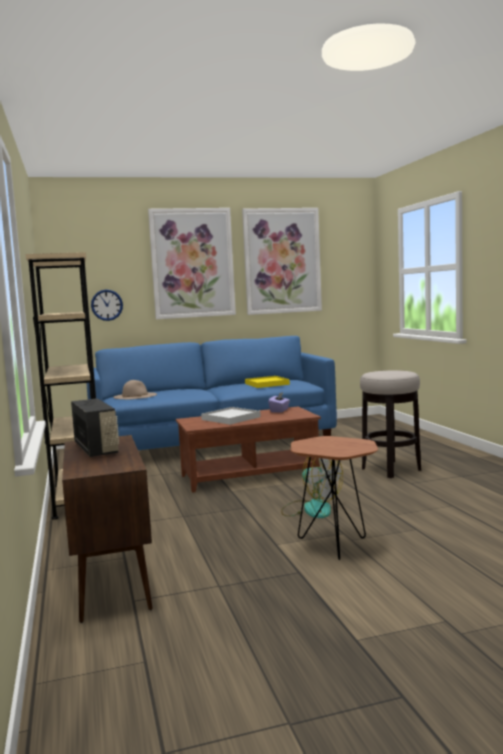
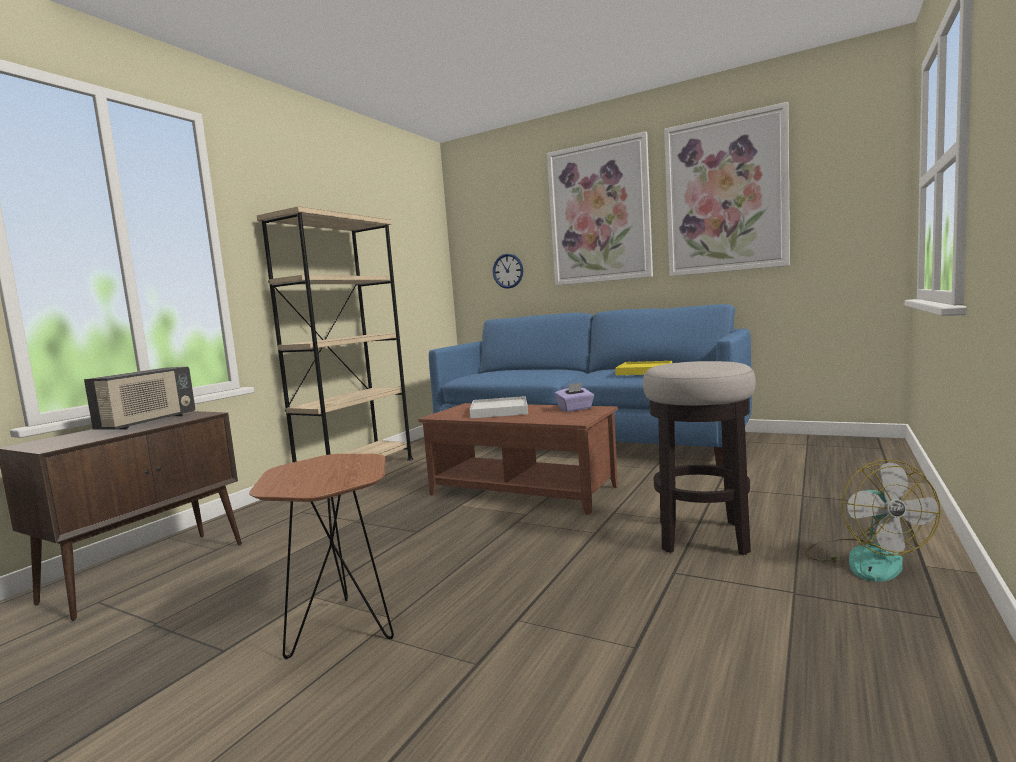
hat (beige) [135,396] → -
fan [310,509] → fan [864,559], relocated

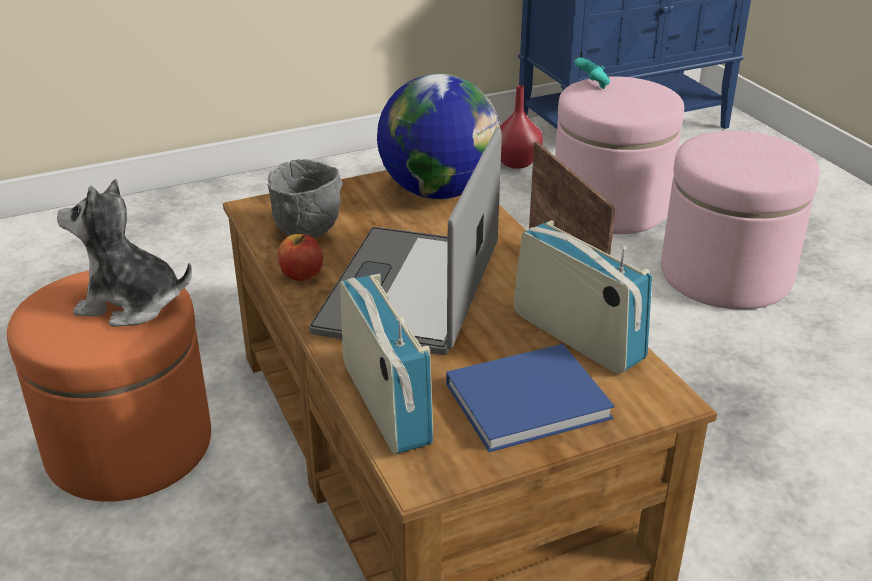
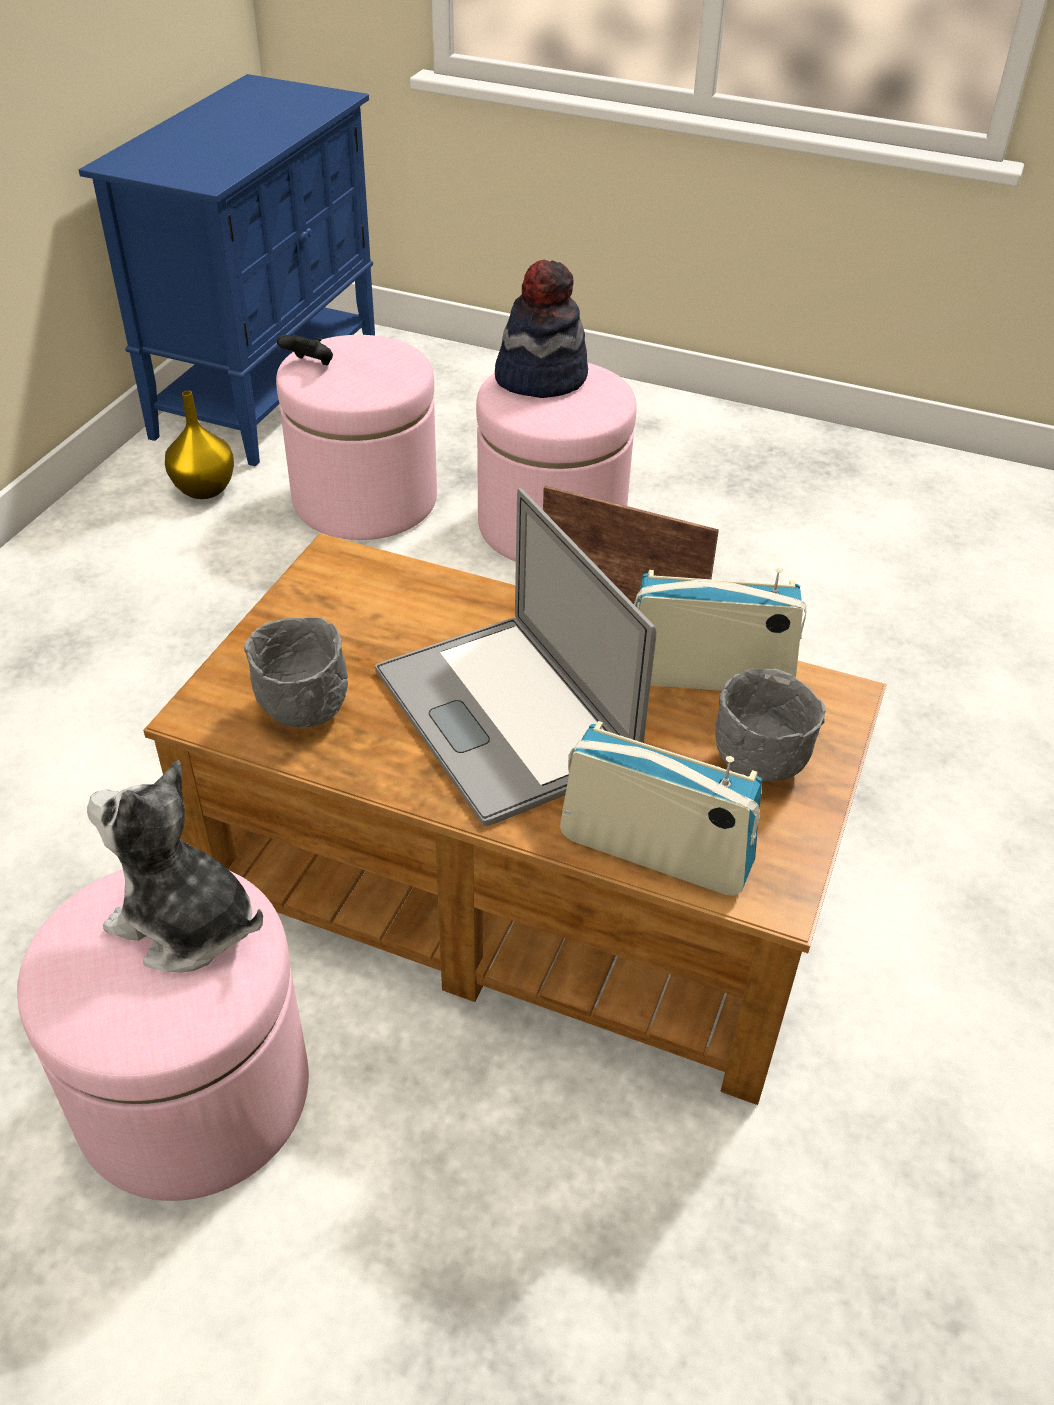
game controller (turquoise) [592,85] → game controller (black) [309,365]
globe [438,191] → -
vase (red) [515,162] → vase (yellow) [203,489]
plush toy [130,304] → plush toy [185,924], 60 degrees clockwise
apple [301,274] → -
ottoman (orange) [129,445] → ottoman (pink) [194,1093]
book (blue) [532,400] → bowl (grey) [757,764]
- → hat [541,377]

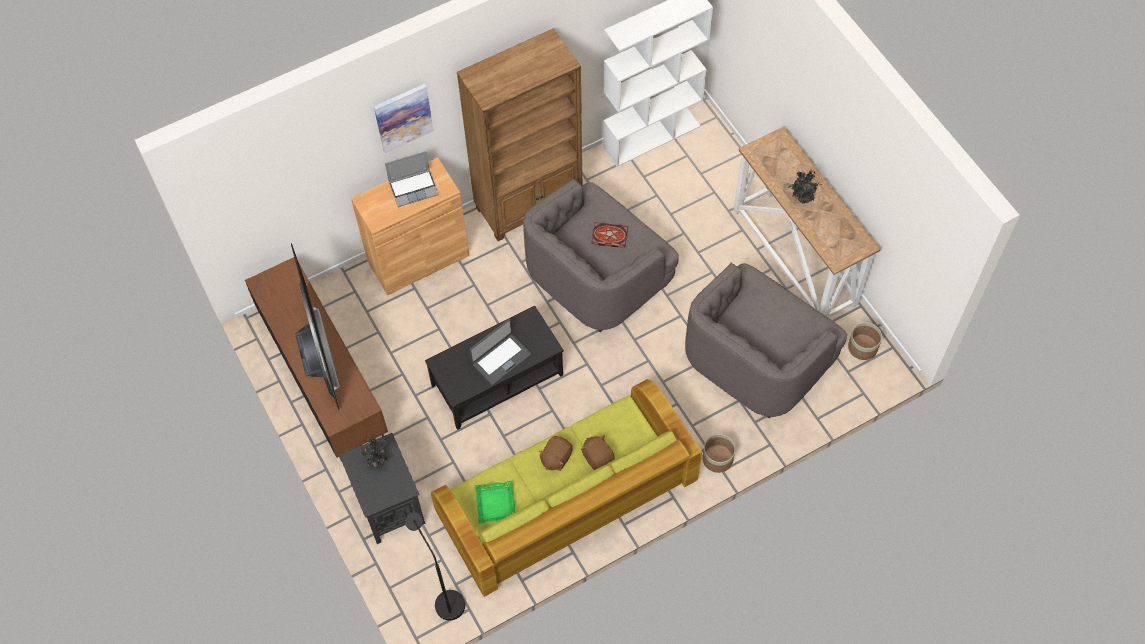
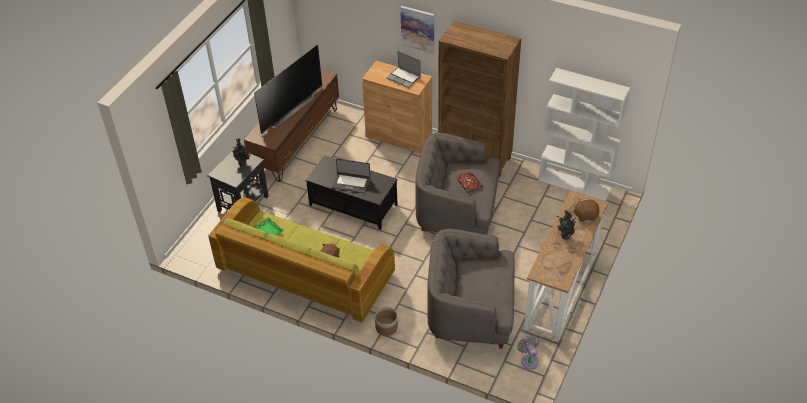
planter [863,347] → fan (grey) [529,360]
plush toy (brown) [556,458] → plush toy (brown) [585,215], relocated
floor lamp (black) [444,599] → -

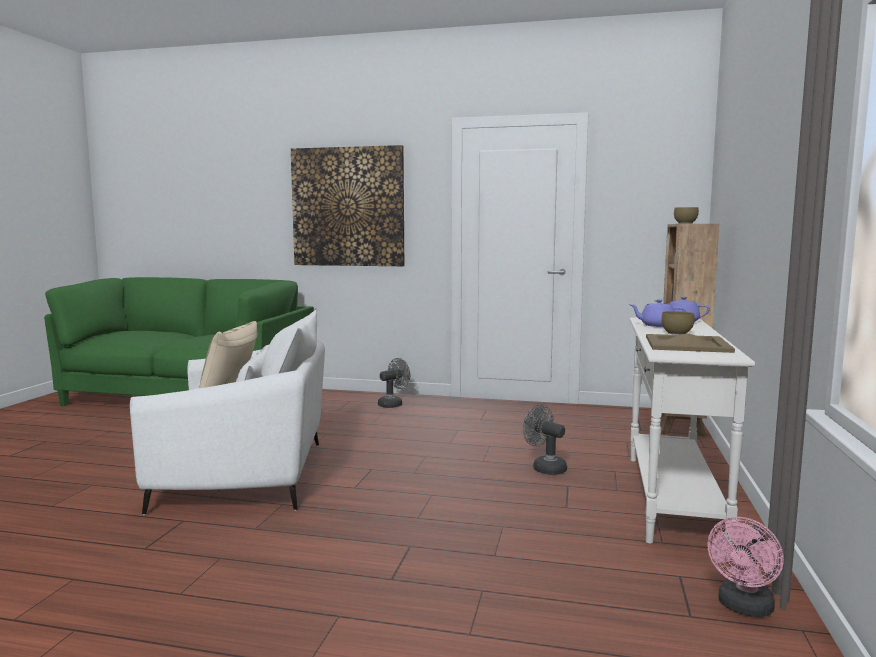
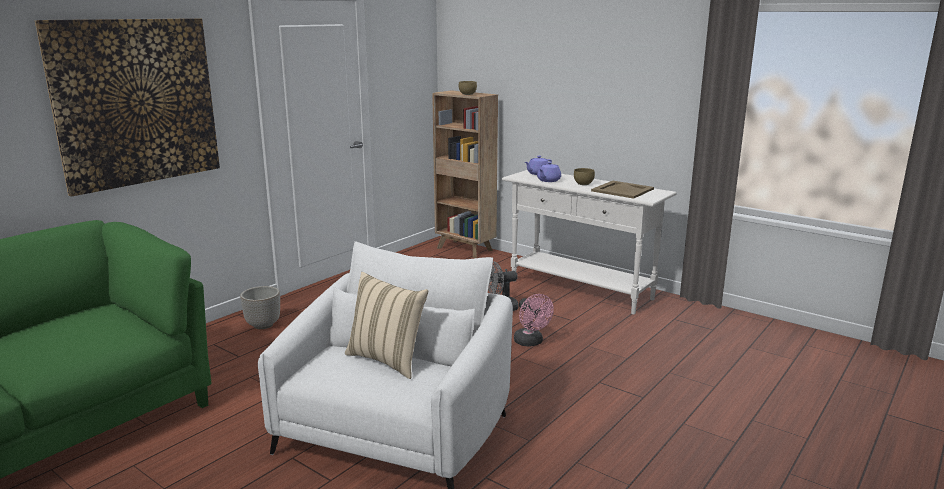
fan (grey) [393,404] → planter [263,325]
fan (pink) [743,608] → fan (pink) [531,342], relocated

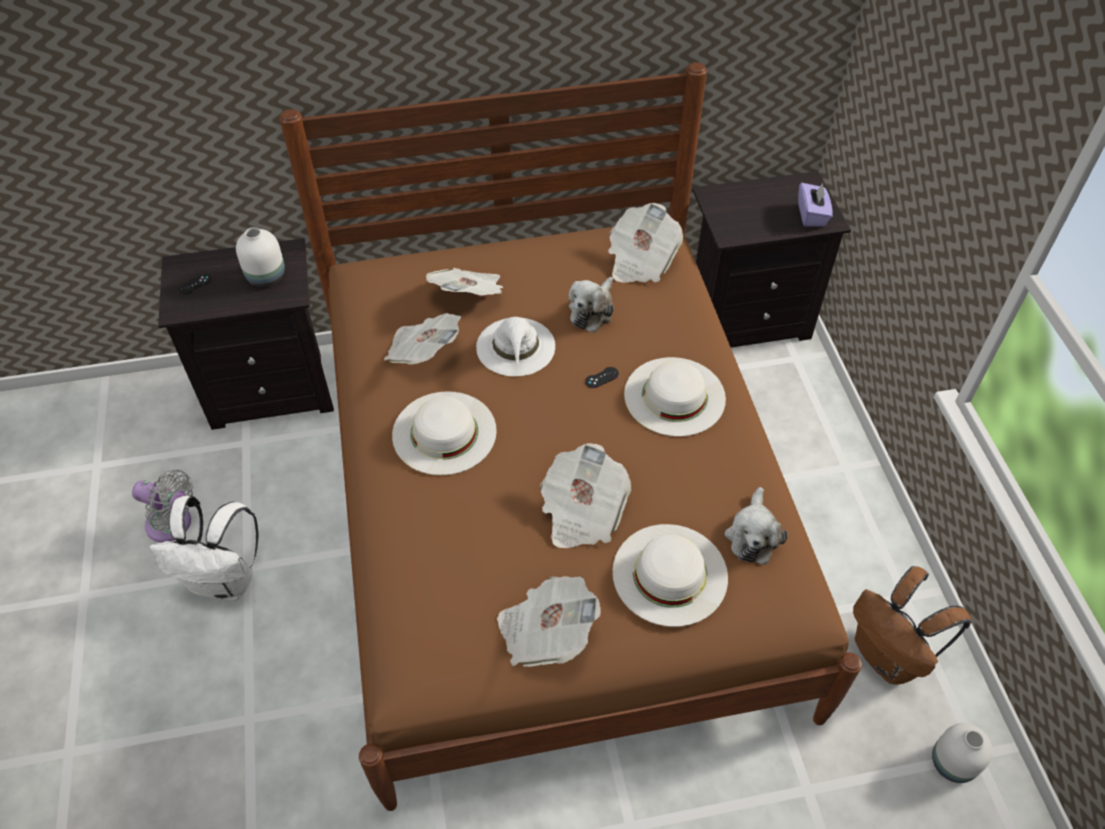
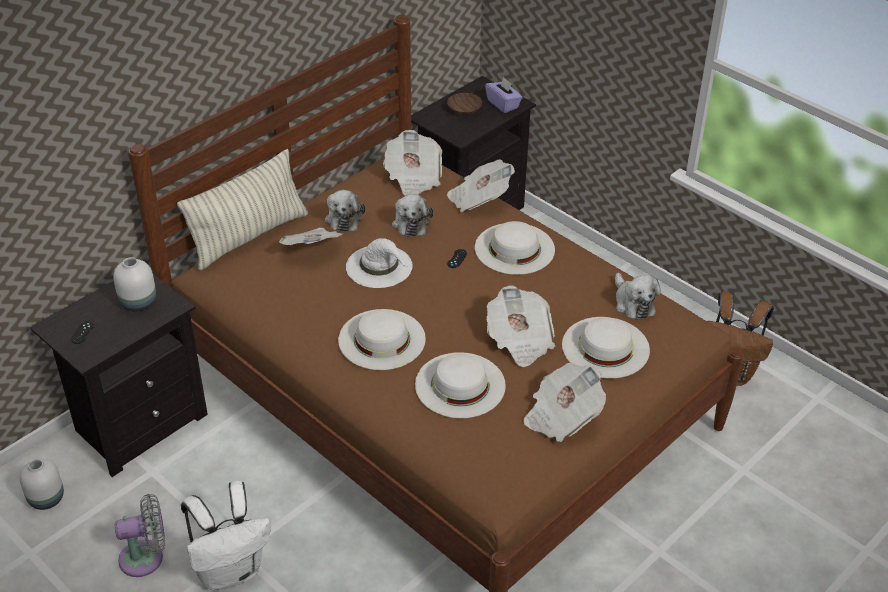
newspaper [423,352] → newspaper [479,199], relocated
vase (white) [953,764] → vase (white) [47,499], relocated
- → bowl (brown) [463,109]
- → pillow [249,237]
- → plush toy [344,218]
- → hat (white) [460,385]

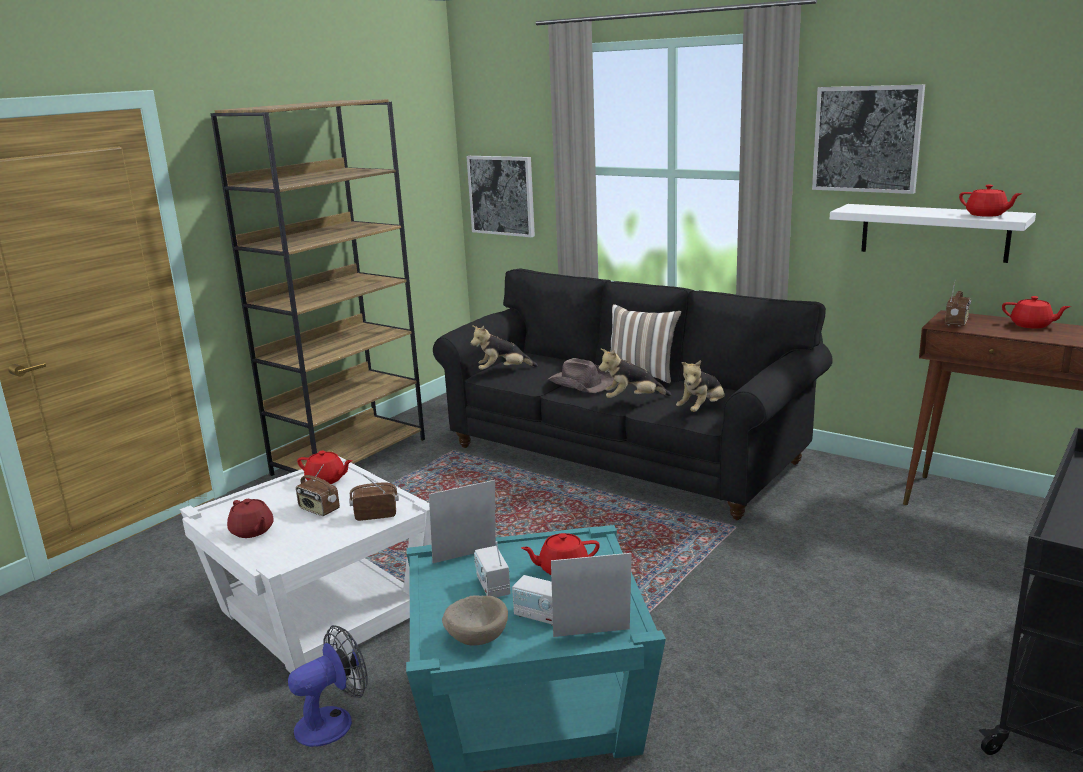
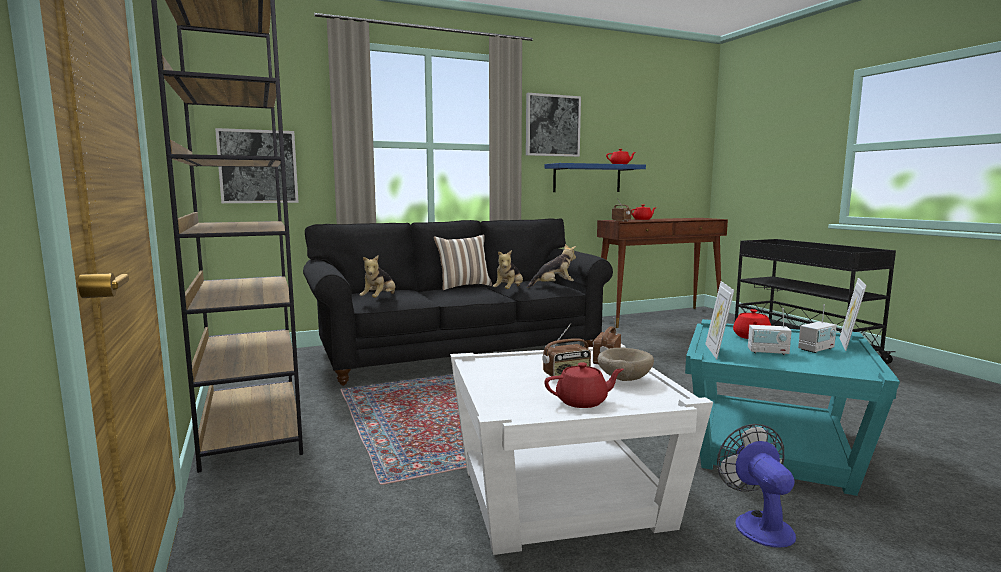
shelf (white) [934,232] → shelf (blue) [587,178]
hat (brown) [581,383] → -
plush toy [702,409] → plush toy [553,286], 90 degrees counterclockwise
teapot (red) [326,480] → -
bowl (beige) [477,636] → bowl (beige) [623,378], relocated

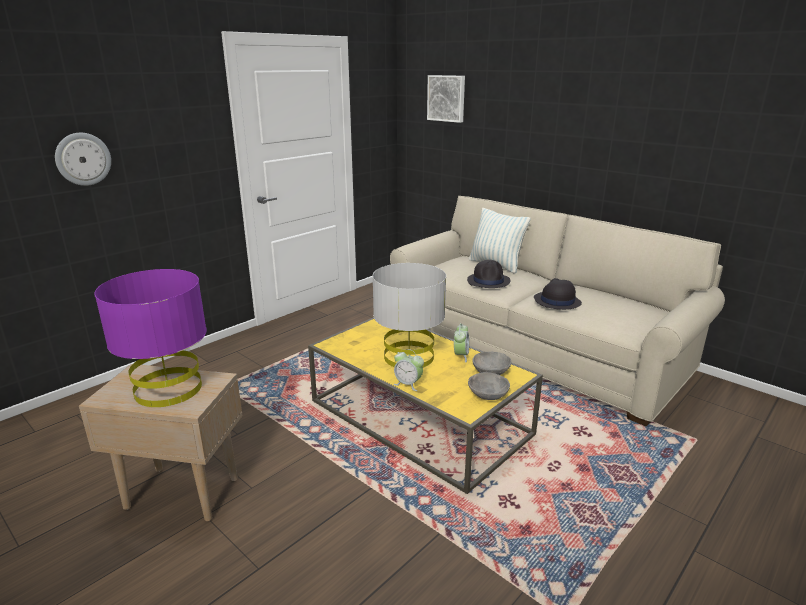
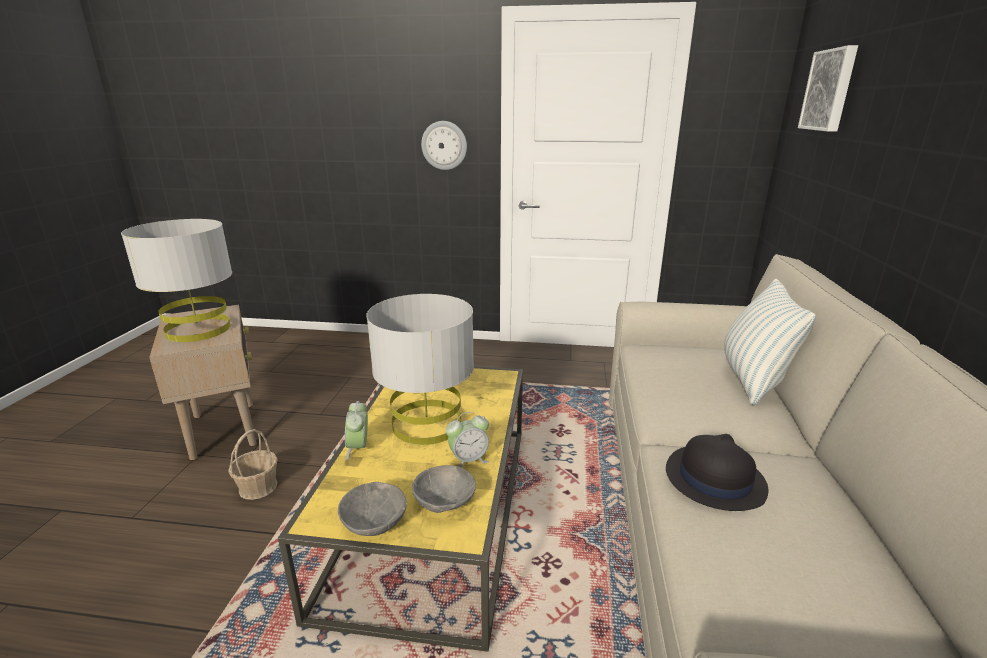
wall clock [83,159] → wall clock [444,145], relocated
hat (black) [488,281] → -
table lamp (purple) [168,389] → table lamp (grey) [198,330]
- → basket [258,487]

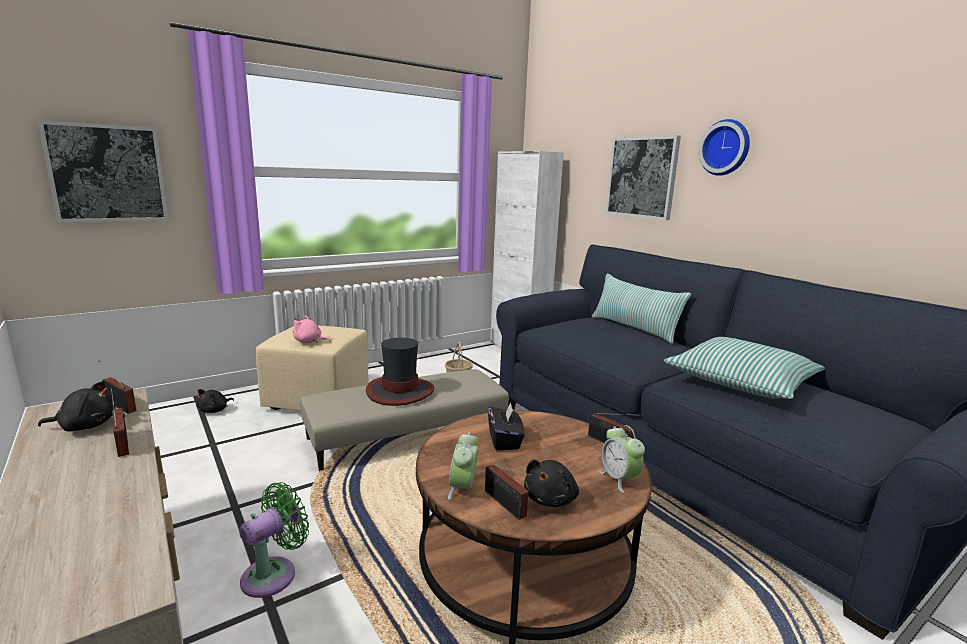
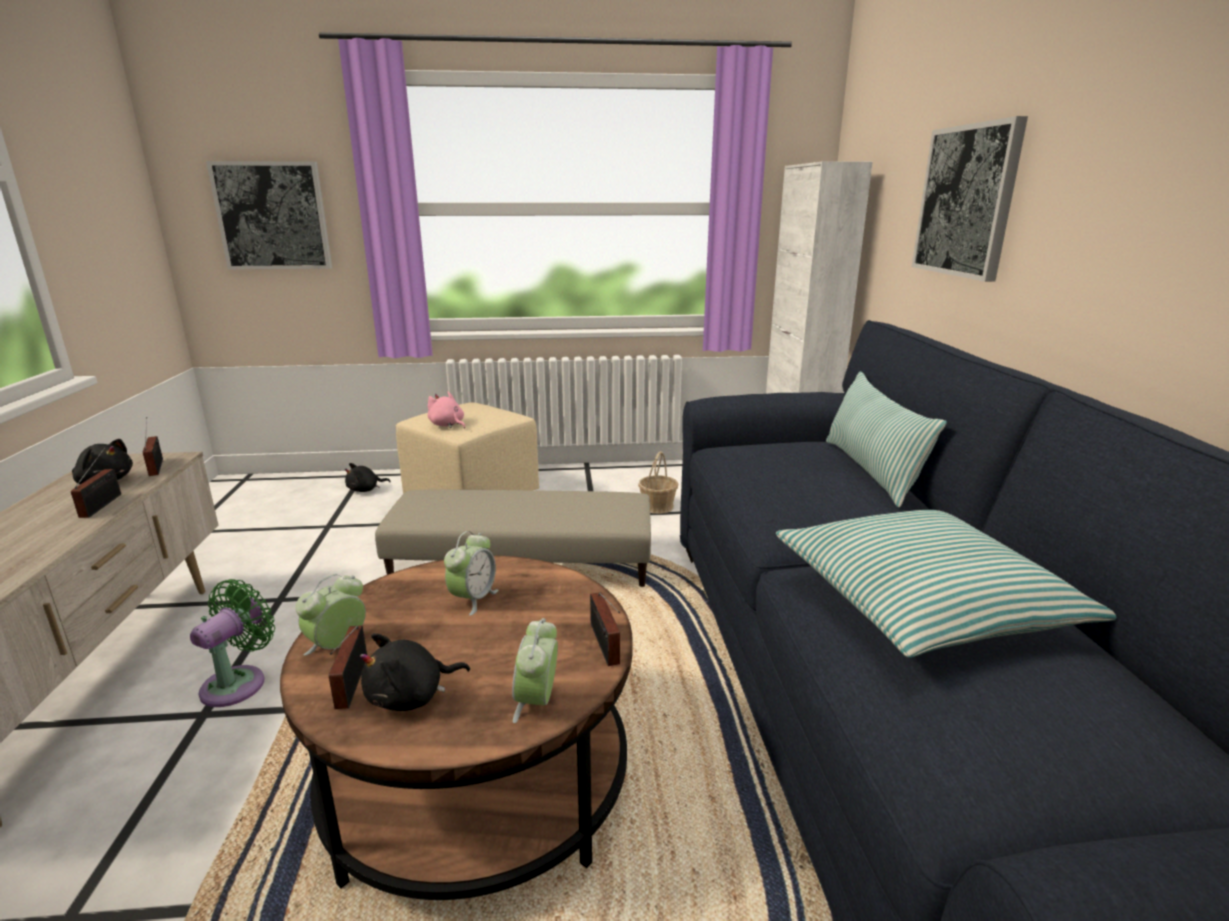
wall clock [726,148] → -
hat [400,391] → -
tissue box (black) [504,440] → alarm clock [473,599]
fan (green) [274,574] → fan (green) [239,682], 45 degrees counterclockwise

